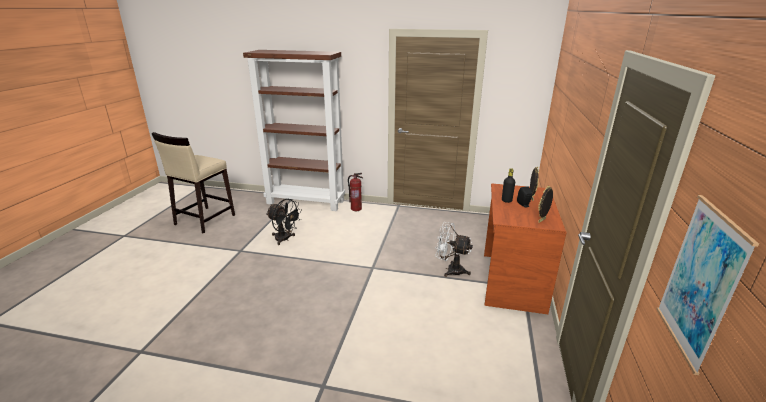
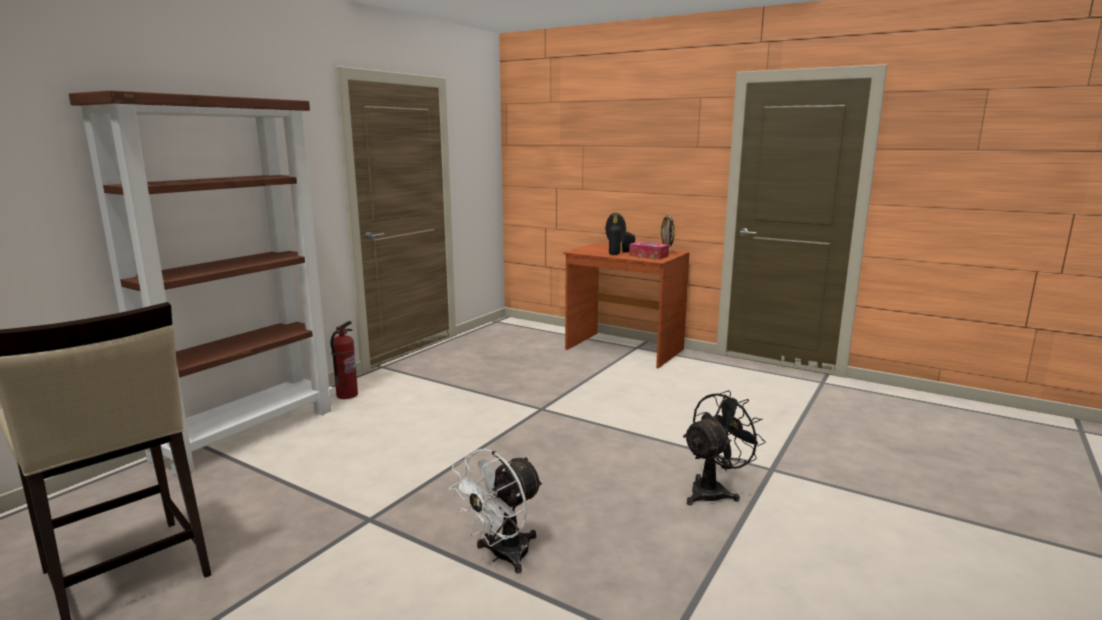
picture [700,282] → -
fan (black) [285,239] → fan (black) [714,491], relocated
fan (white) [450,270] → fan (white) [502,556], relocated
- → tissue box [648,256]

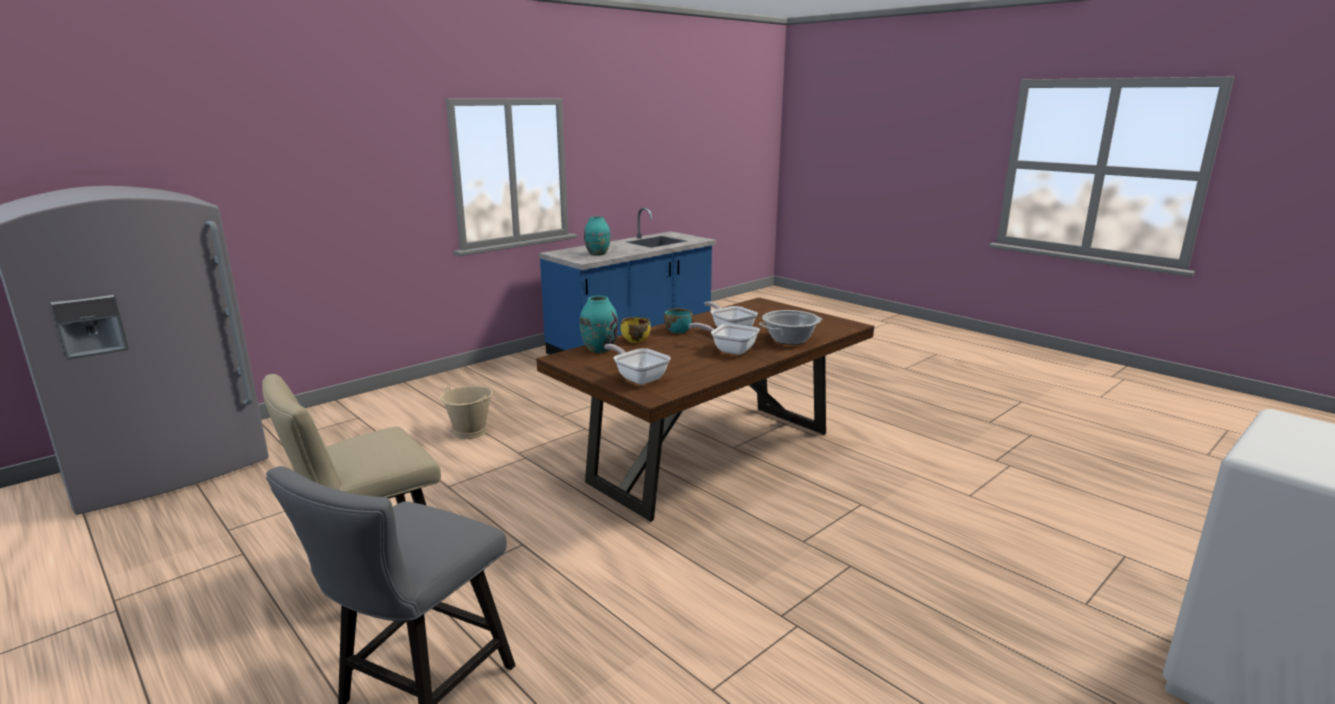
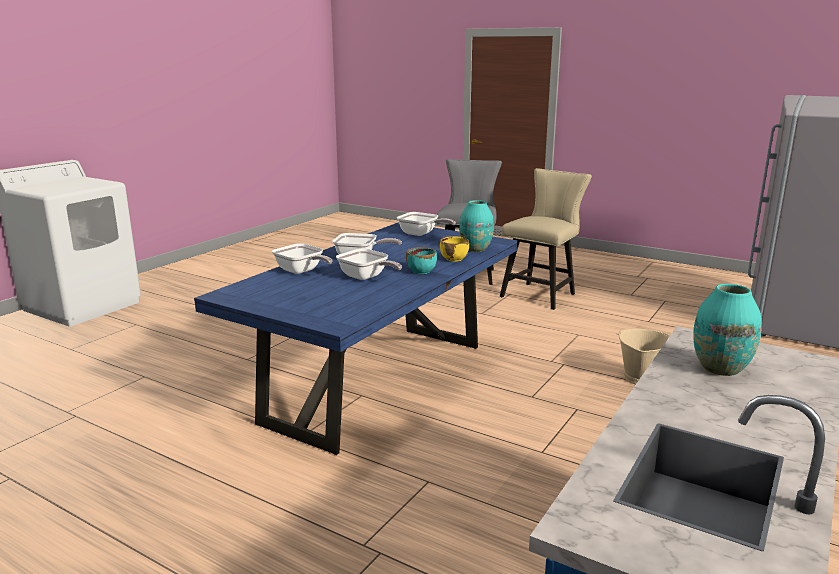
dining table (brown) [713,456] → dining table (blue) [379,383]
cooking pot [790,339] → frying pan [301,271]

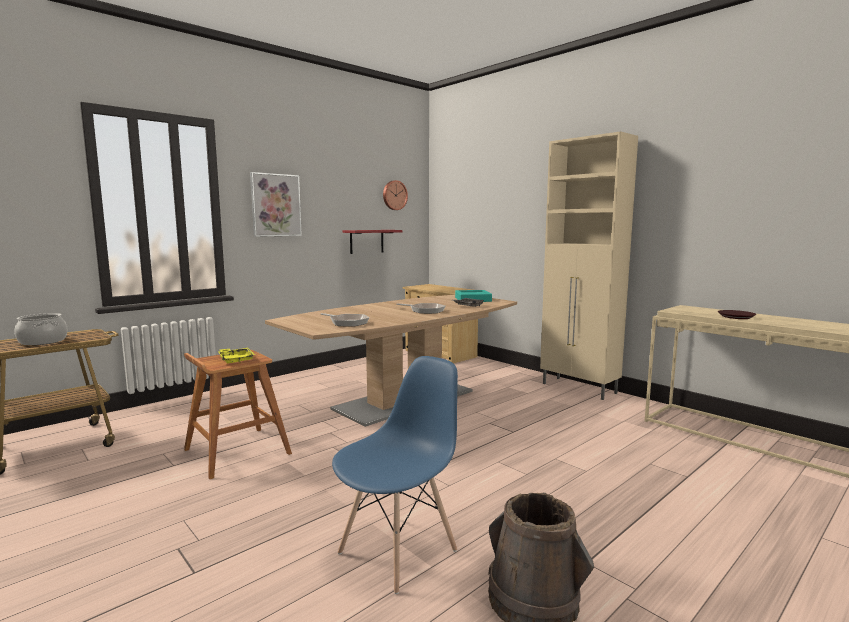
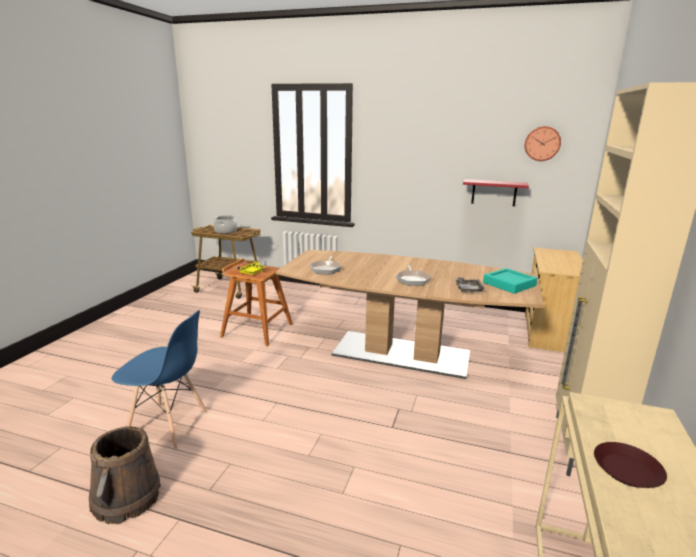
picture [275,205] → -

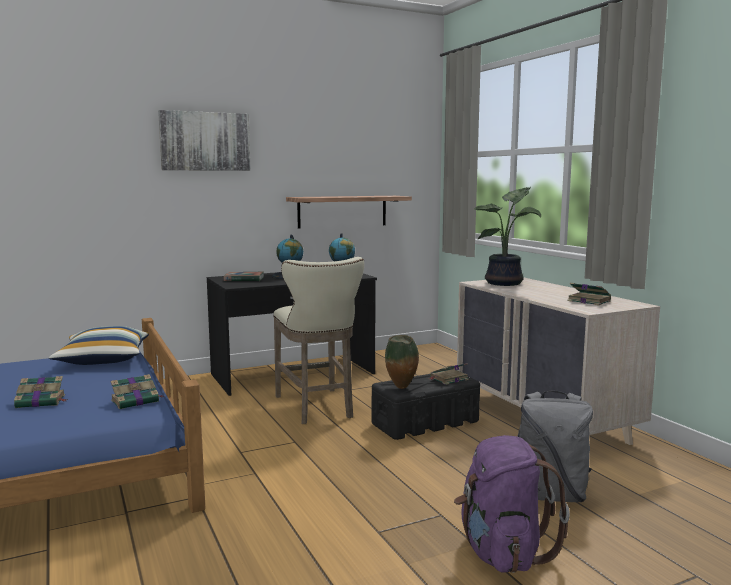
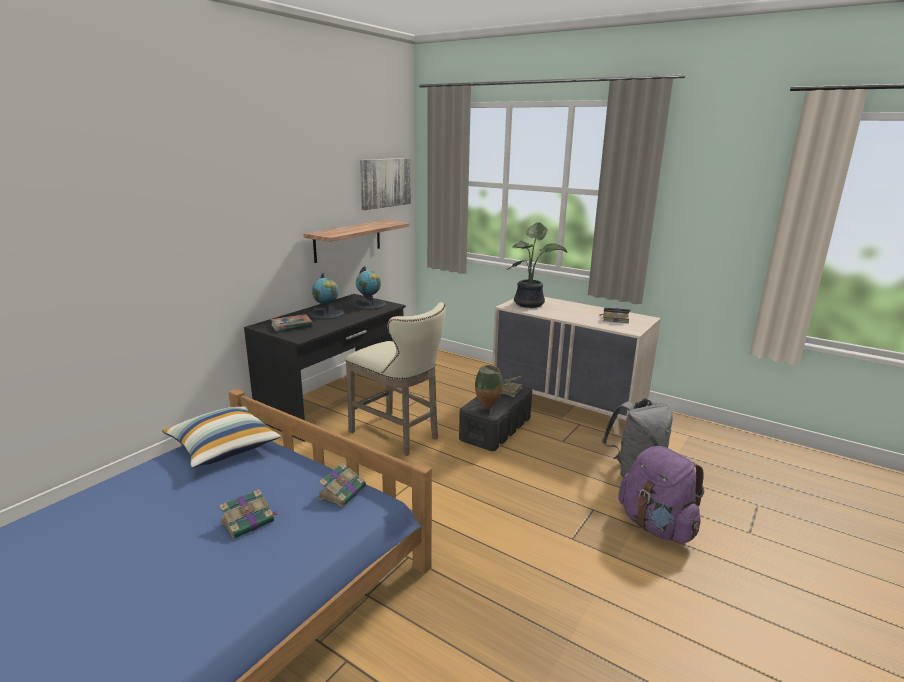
picture [205,141] → picture [385,182], relocated

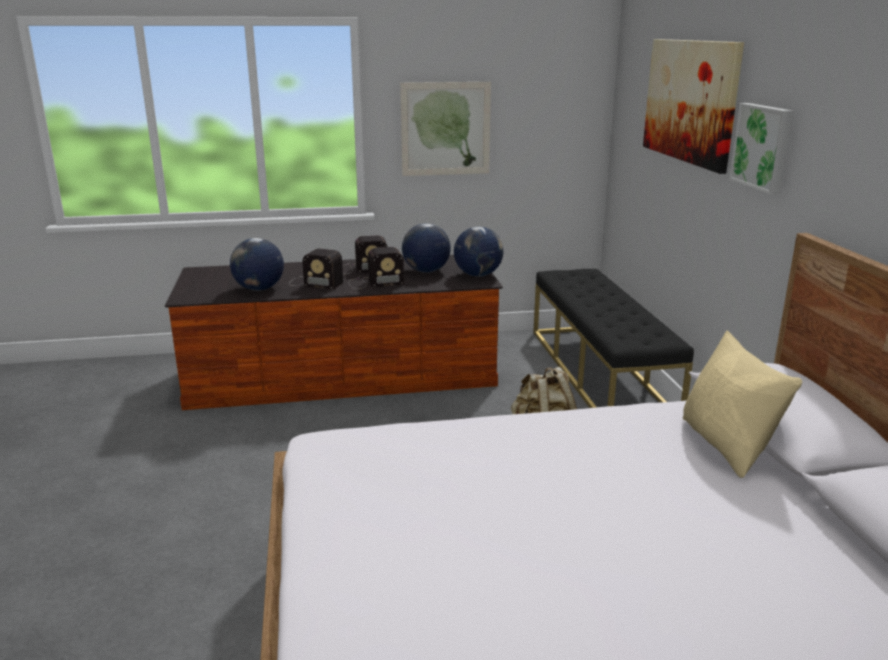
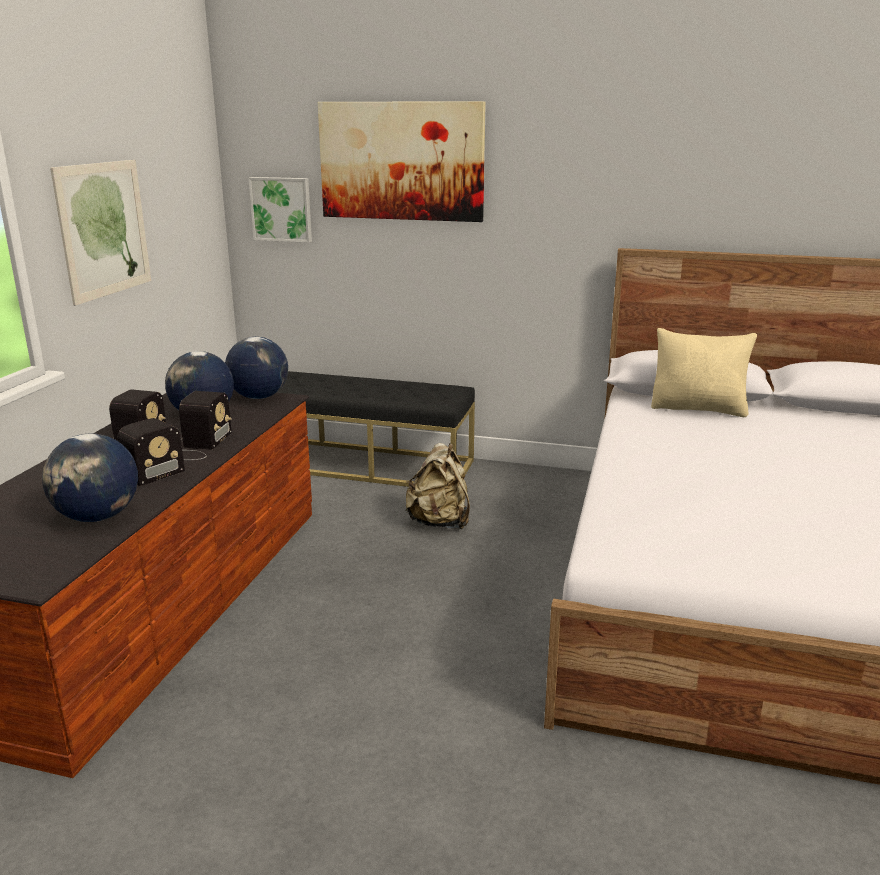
picture [763,147] → picture [282,209], relocated

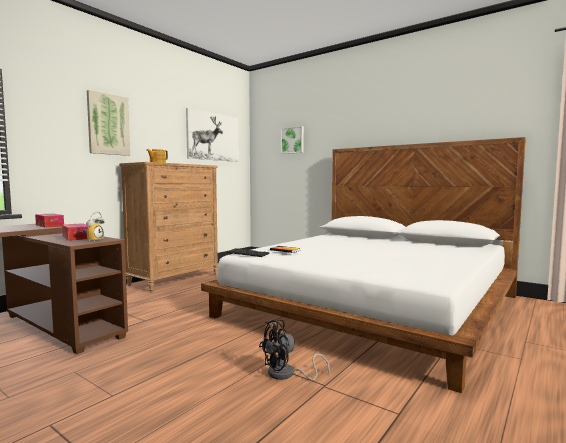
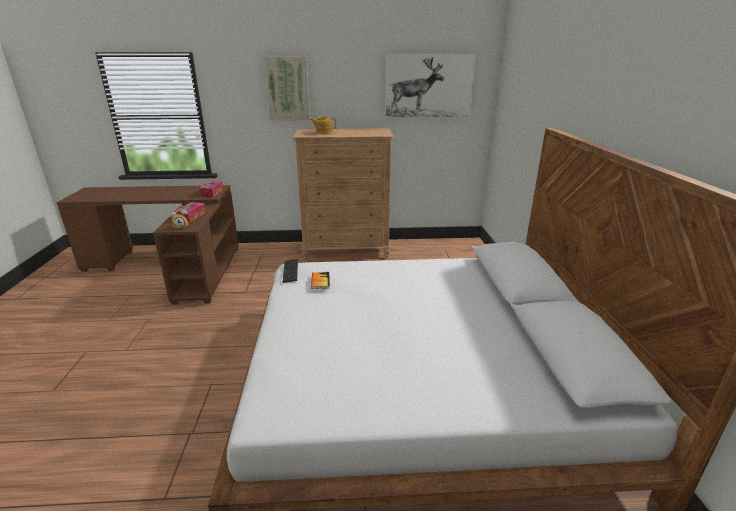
picture [293,140] → -
fan (black) [287,374] → -

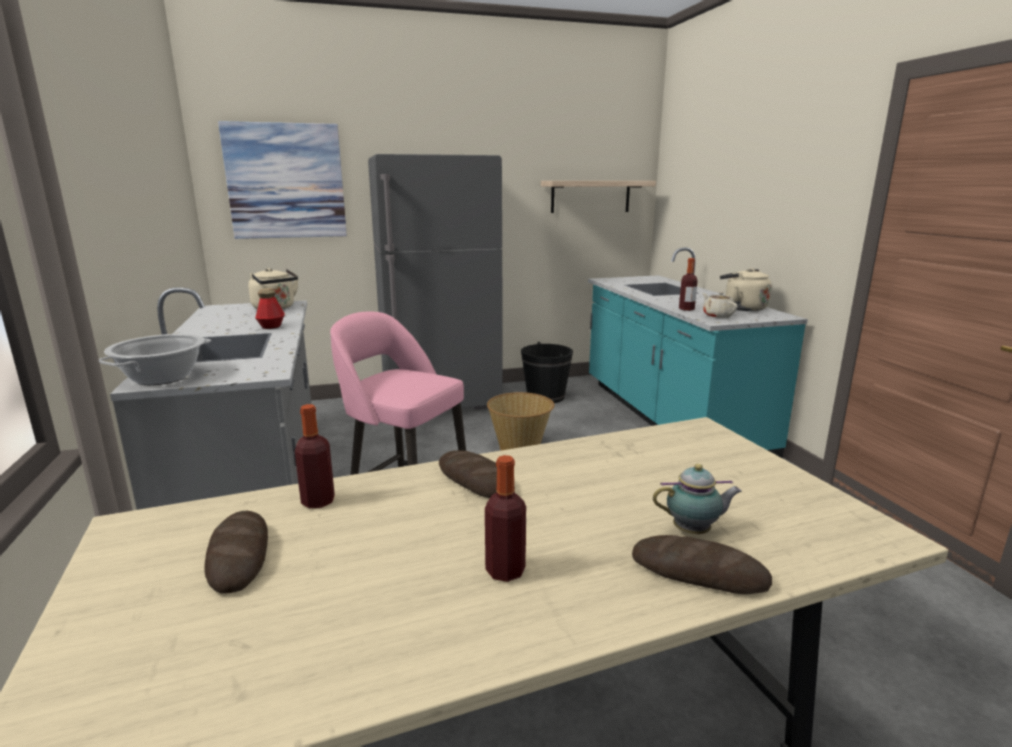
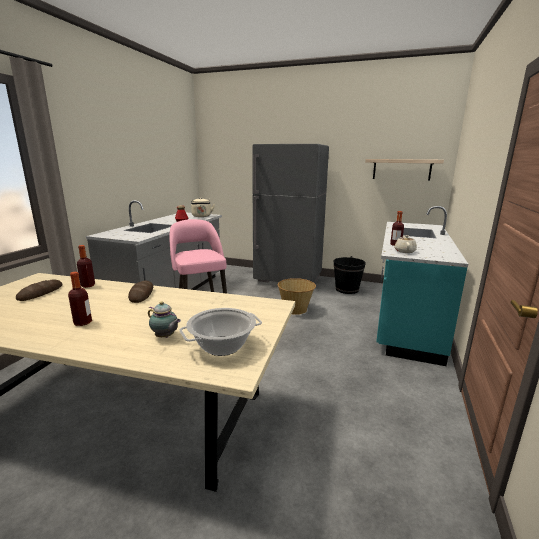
picture [286,181] → -
kettle (beige) [742,308] → -
cooking pot [162,377] → cooking pot [222,346], relocated
bread [698,572] → -

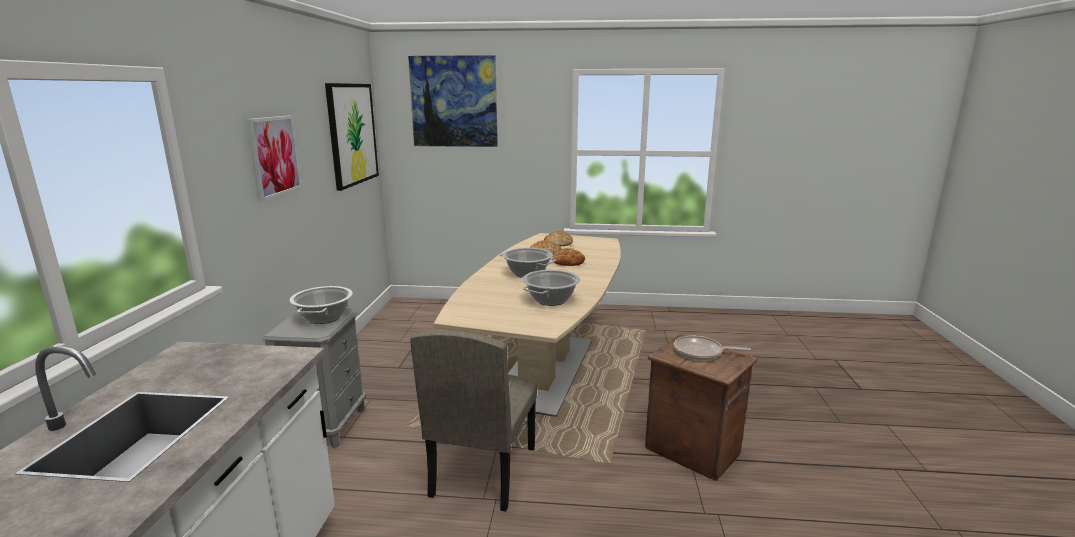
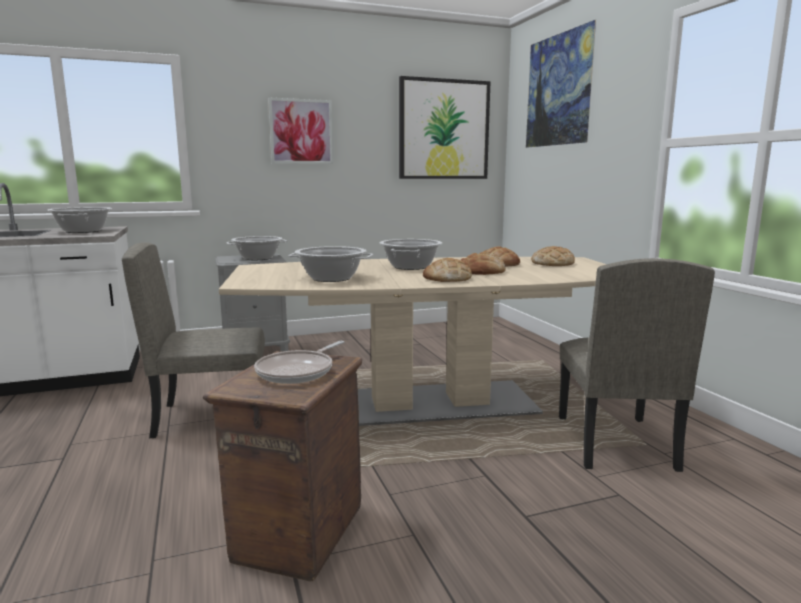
frying pan [701,352] → frying pan [298,371], 135 degrees counterclockwise
- → cooking pot [83,231]
- → bread [447,278]
- → chair (beige) [613,442]

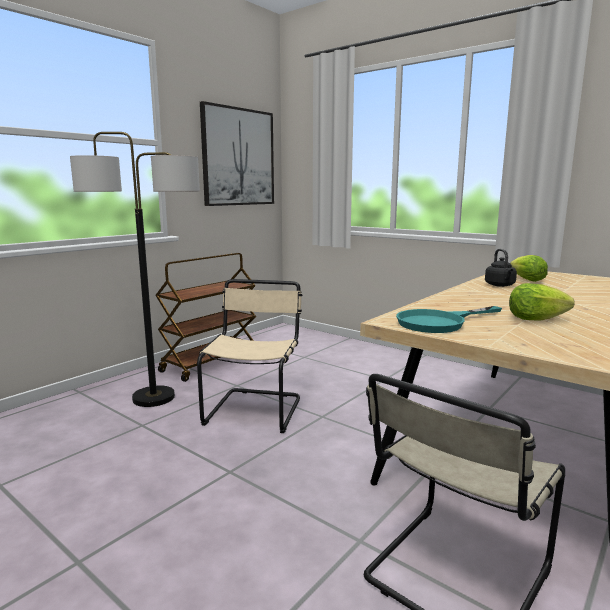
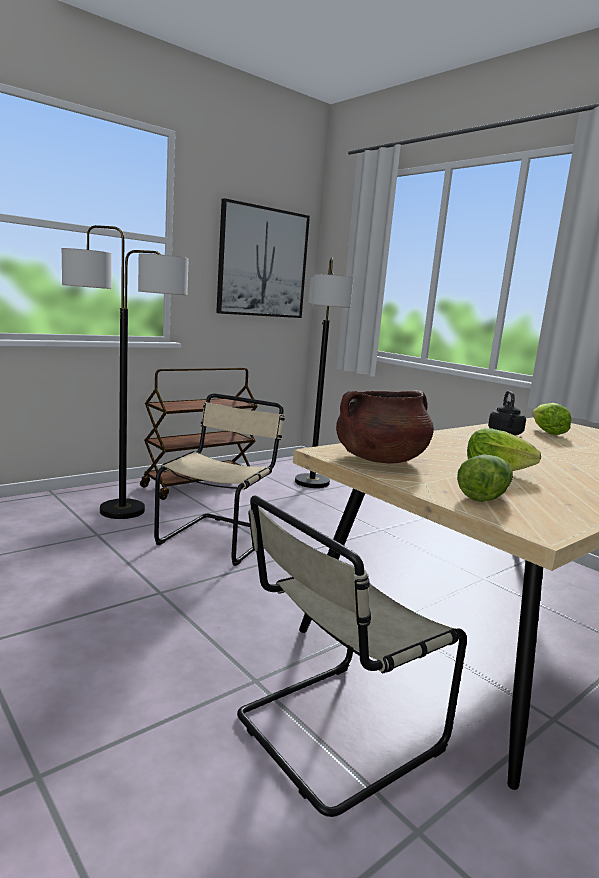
frying pan (turquoise) [440,322] → cooking pot (brown) [380,460]
- → floor lamp [311,482]
- → lettuce [483,495]

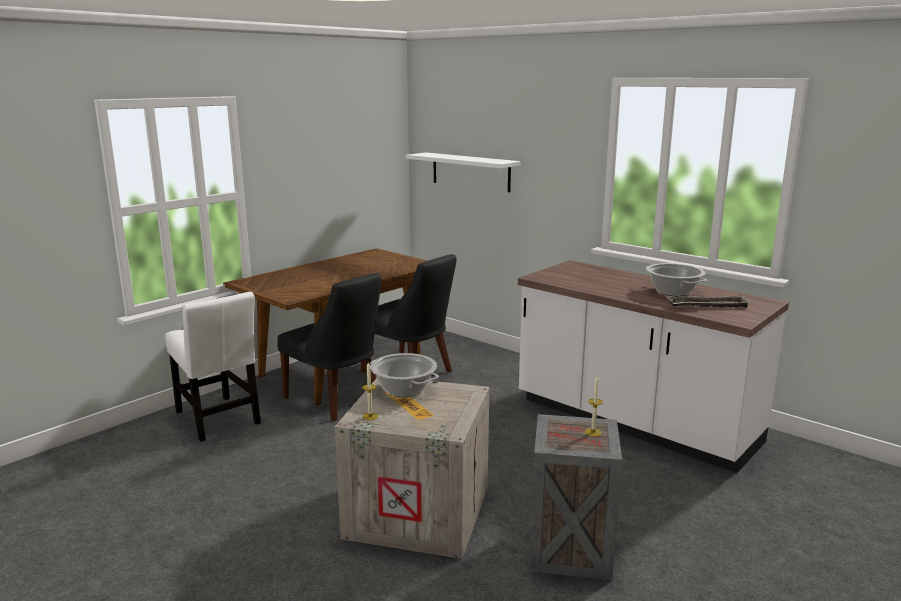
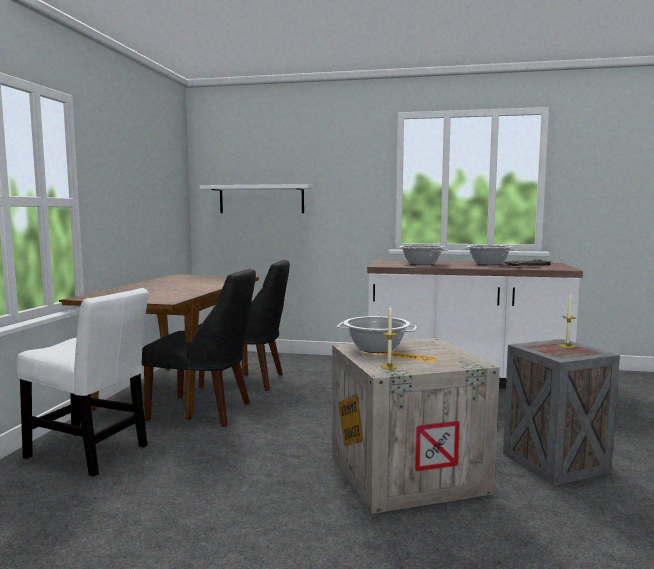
- → cooking pot [421,264]

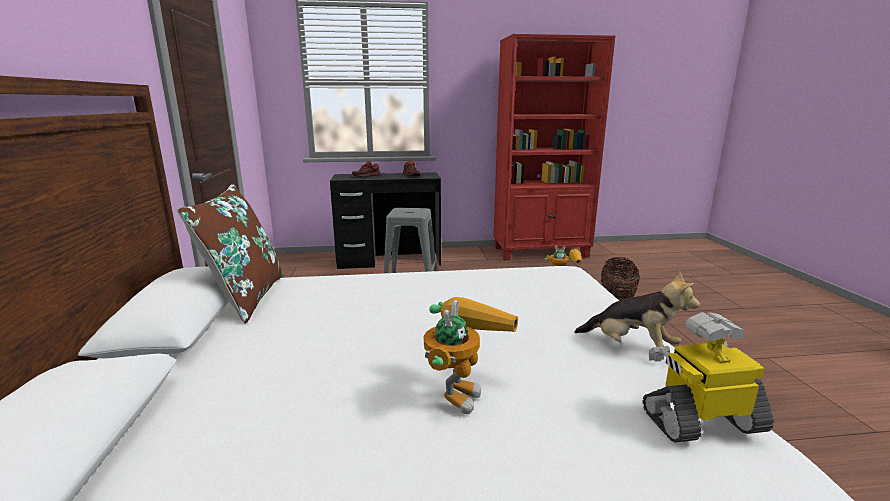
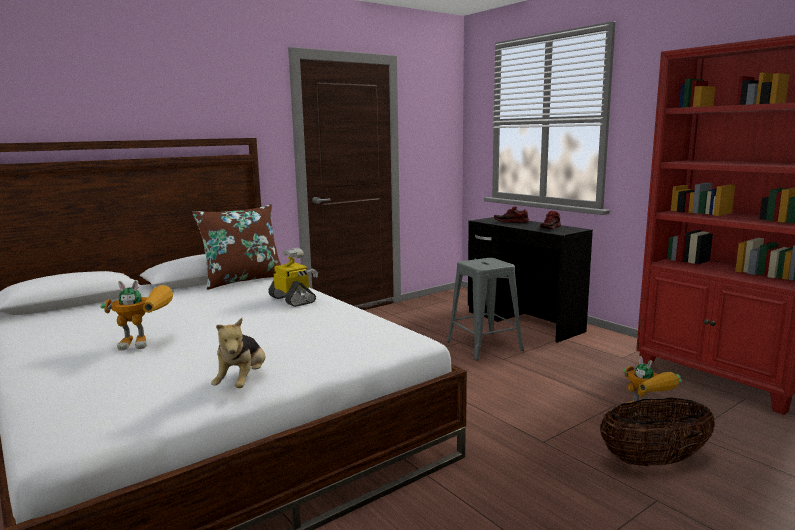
toy robot [701,420] → toy robot [293,300], relocated

